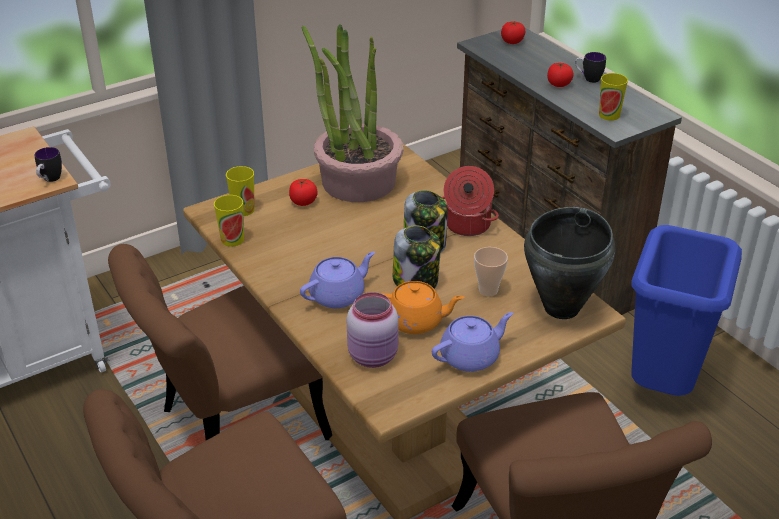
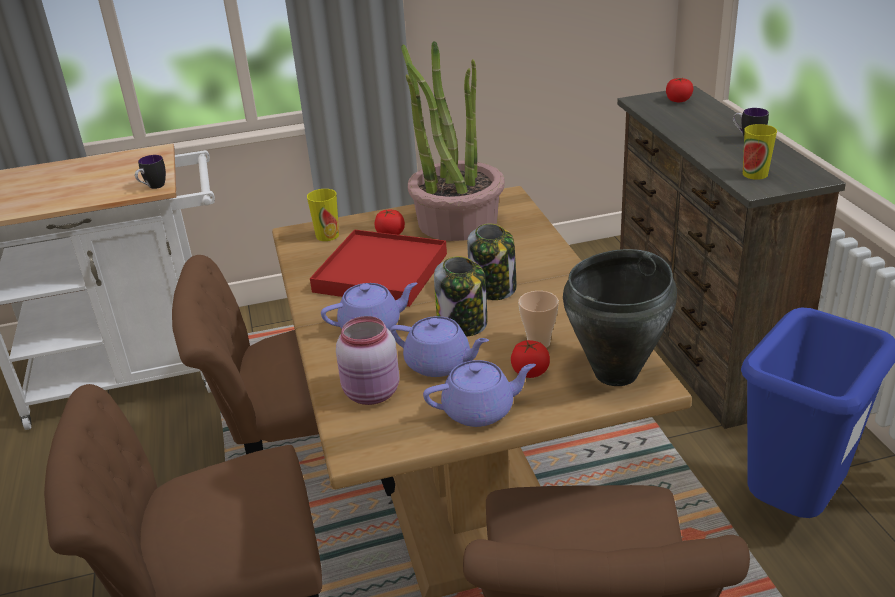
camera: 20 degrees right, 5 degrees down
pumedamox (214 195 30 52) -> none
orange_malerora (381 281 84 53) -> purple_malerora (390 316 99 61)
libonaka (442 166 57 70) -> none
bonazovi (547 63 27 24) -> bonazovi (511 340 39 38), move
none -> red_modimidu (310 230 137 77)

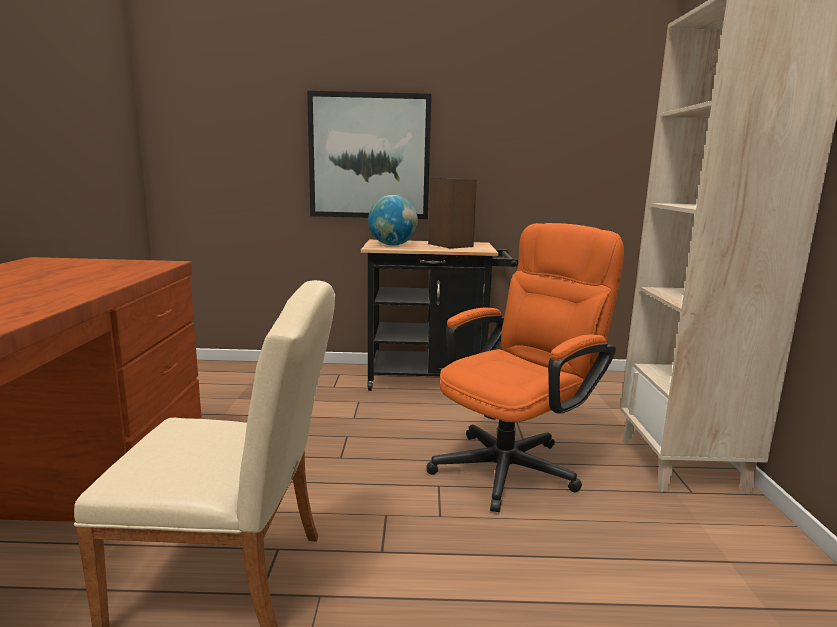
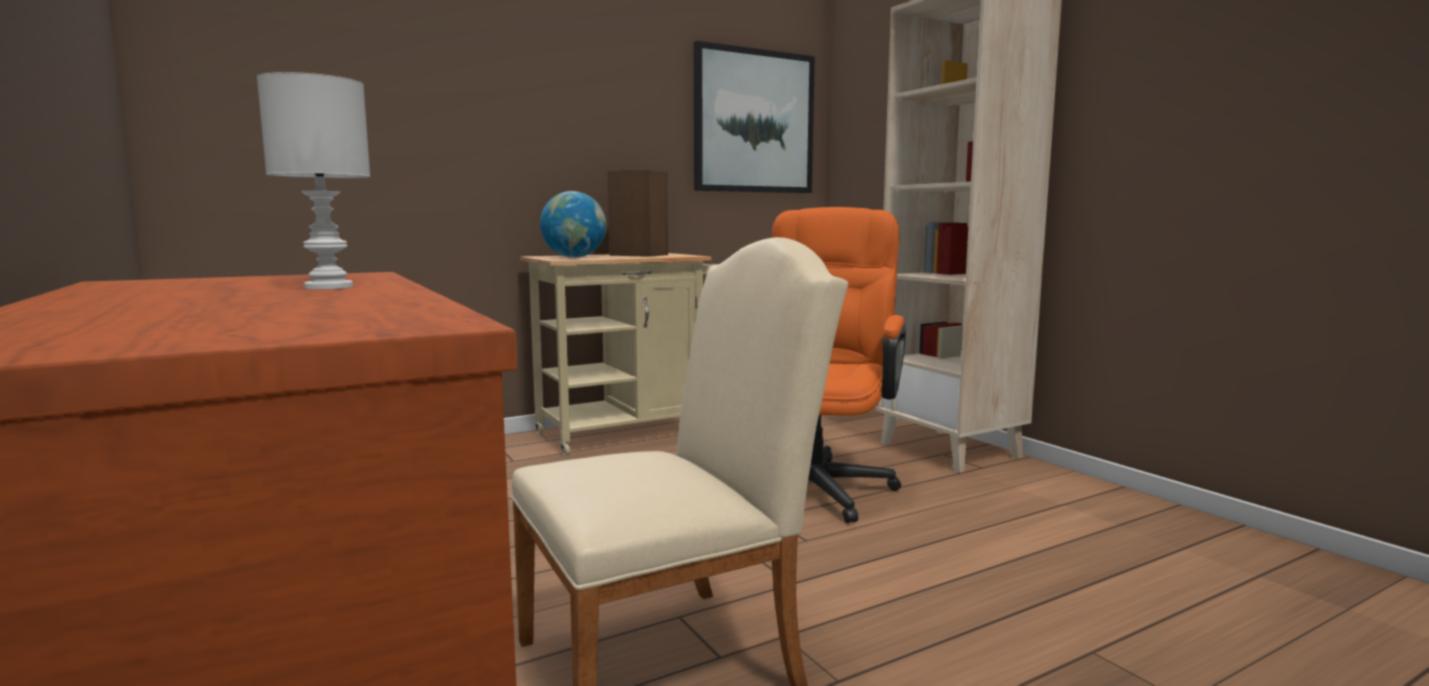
camera: 30 degrees left, 5 degrees down
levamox (307 91 124 128) -> levamox (694 41 121 152), move
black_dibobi (361 240 157 151) -> beige_dibobi (520 253 199 203)
none -> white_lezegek (257 72 113 217)

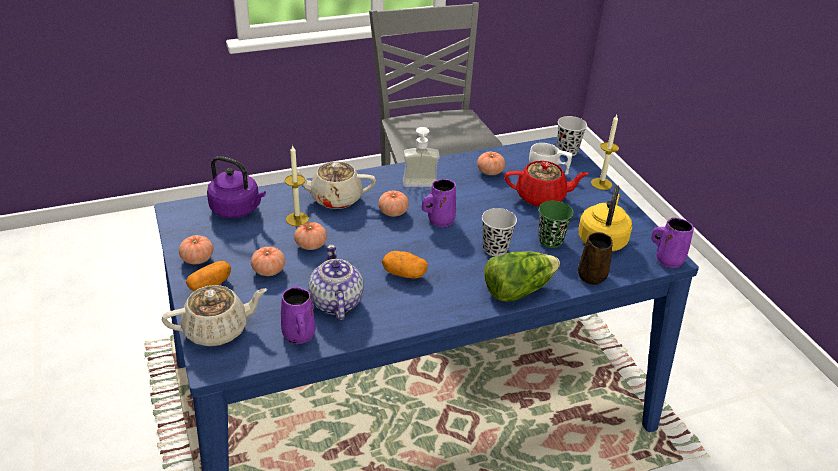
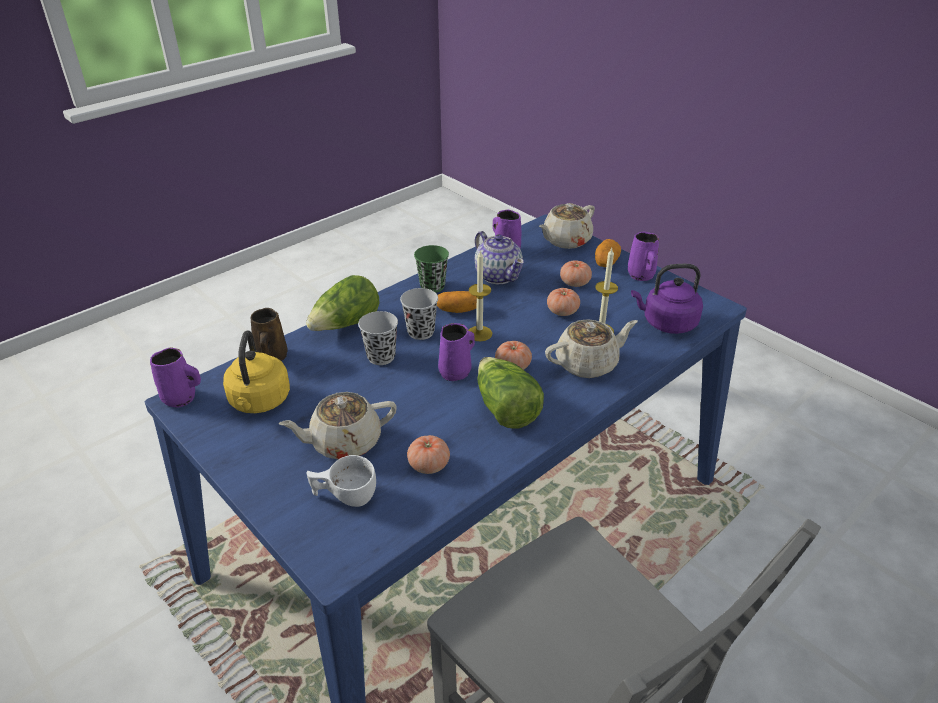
camera: 160 degrees right, 0 degrees up
bonazovi (179 235 34 29) -> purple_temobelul (628 232 31 49)
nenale (403 127 37 60) -> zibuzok (478 357 66 71)
red_malerora (504 161 85 46) -> beige_malerora (279 392 118 67)
green_pumedamox (539 201 35 47) -> green_pumedamox (414 245 35 48), move
black_pumedamox (557 116 30 40) -> black_pumedamox (400 288 38 52), move
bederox (591 115 28 75) -> bederox (468 250 24 91), move

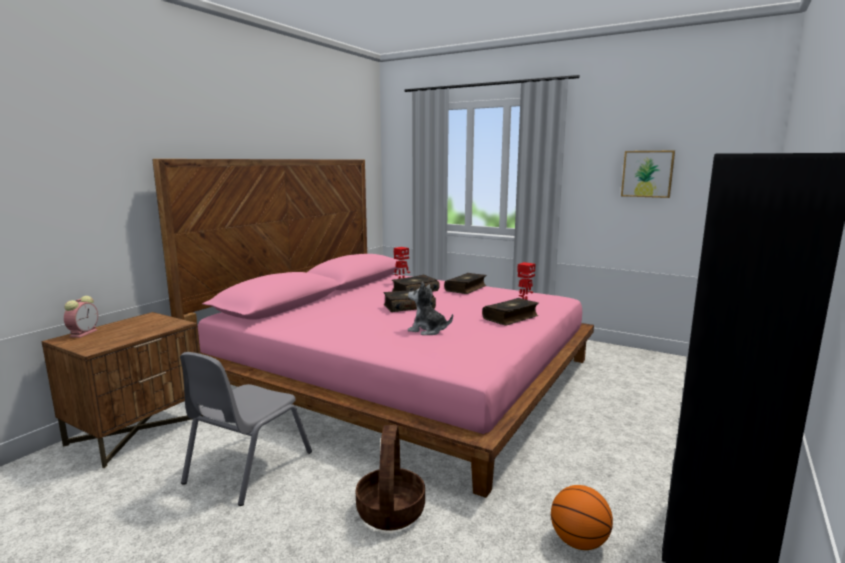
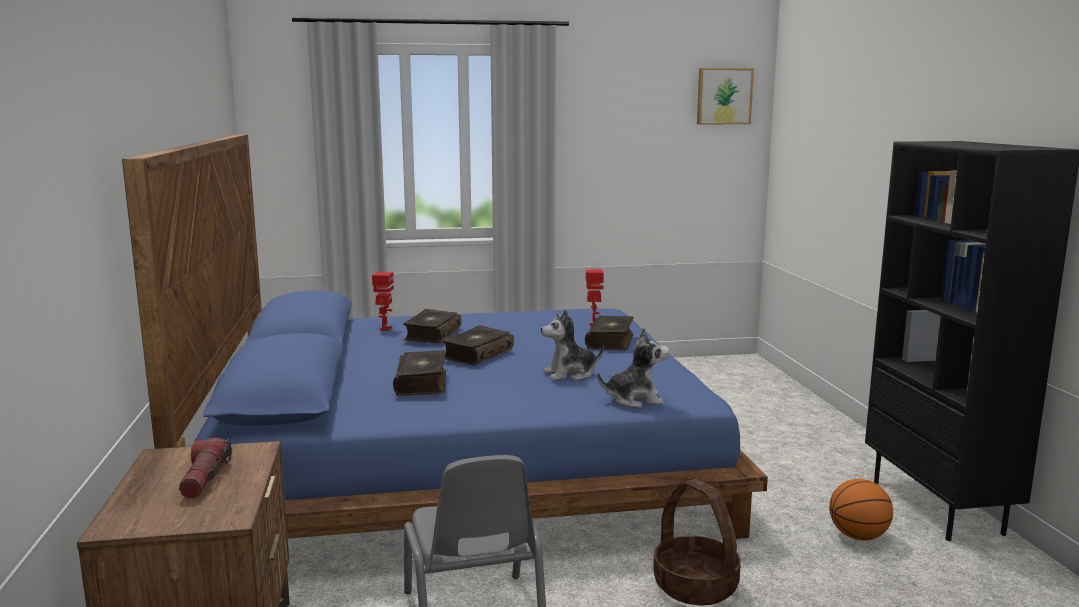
camera: 40 degrees left, 0 degrees up
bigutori (64 296 34 42) -> none
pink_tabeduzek (152 159 442 339) -> blue_tabeduzek (122 134 646 405)
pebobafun (444 273 42 21) -> pebobafun (393 350 53 46), move
levamox (621 151 54 47) -> levamox (697 68 57 56), move
none -> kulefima (179 438 53 61)
none -> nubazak (597 328 73 80)

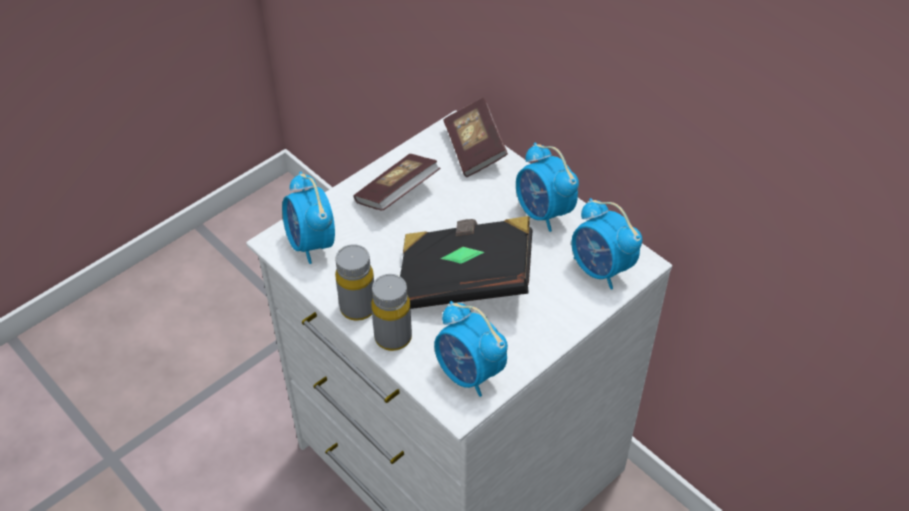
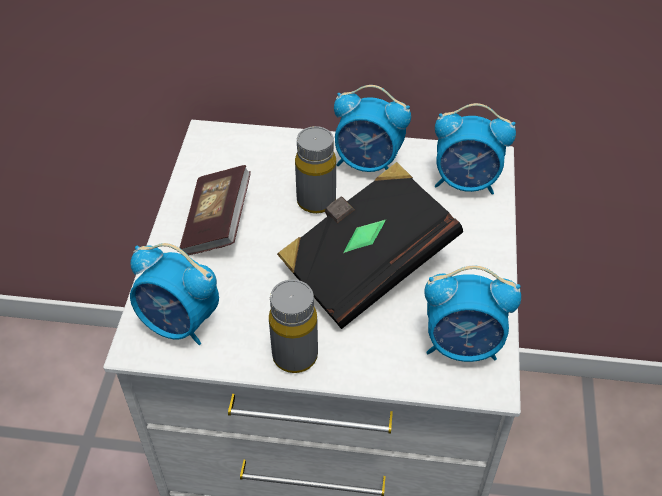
camera: 40 degrees left, 0 degrees up
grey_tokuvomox (371 274 41 77) -> grey_tokuvomox (295 126 41 88), move
pebobafun (443 97 65 80) -> none

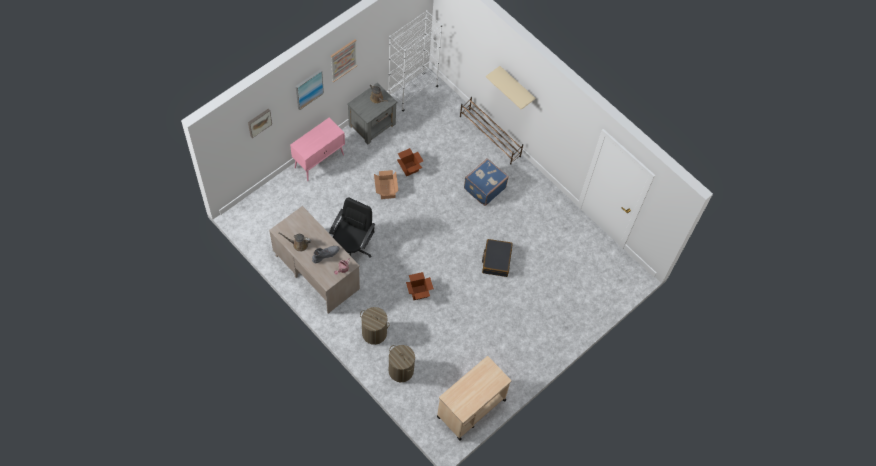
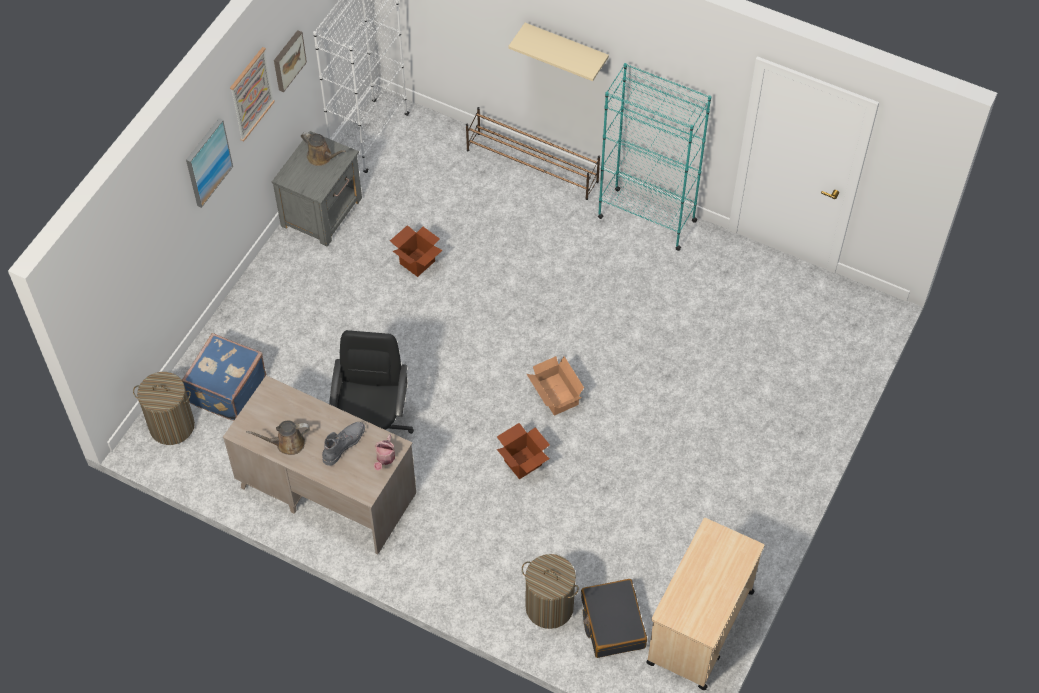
camera: 15 degrees left, 5 degrees down
levamox (248 109 24 29) -> levamox (274 30 33 62), move
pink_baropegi (290 117 55 64) -> none
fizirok (360 307 30 38) -> fizirok (133 372 62 73), move
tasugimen (374 170 24 29) -> tasugimen (527 356 57 60), move
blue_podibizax (464 158 45 48) -> blue_podibizax (182 333 84 88), move
black_podibizax (482 239 31 38) -> black_podibizax (581 579 66 79), move
none -> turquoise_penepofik (598 63 113 188)

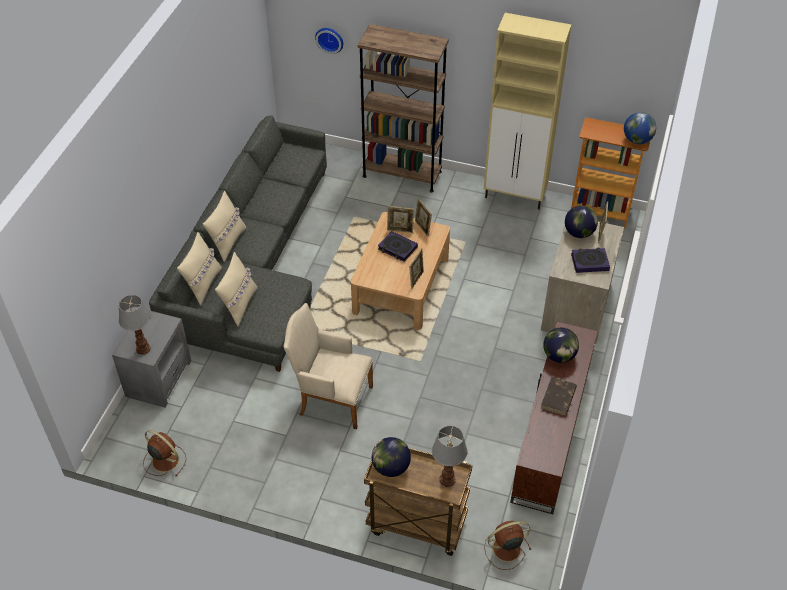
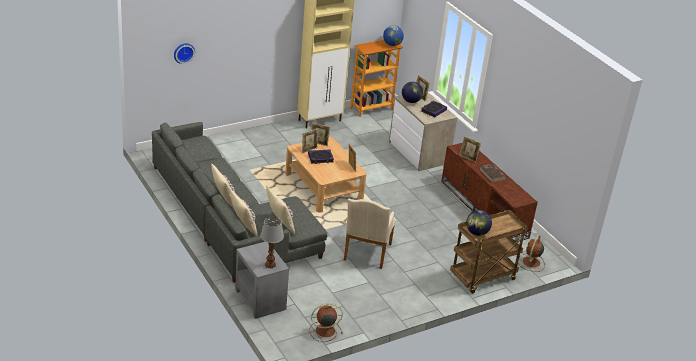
camera: 50 degrees left, 15 degrees down
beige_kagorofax (284 303 89 126) -> beige_kagorofax (344 199 52 70), 45 degrees counterclockwise
brown_penepofik (358 24 91 169) -> none
lezegek (432 426 35 61) -> none
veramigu (543 328 36 35) -> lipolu (460 136 21 26)

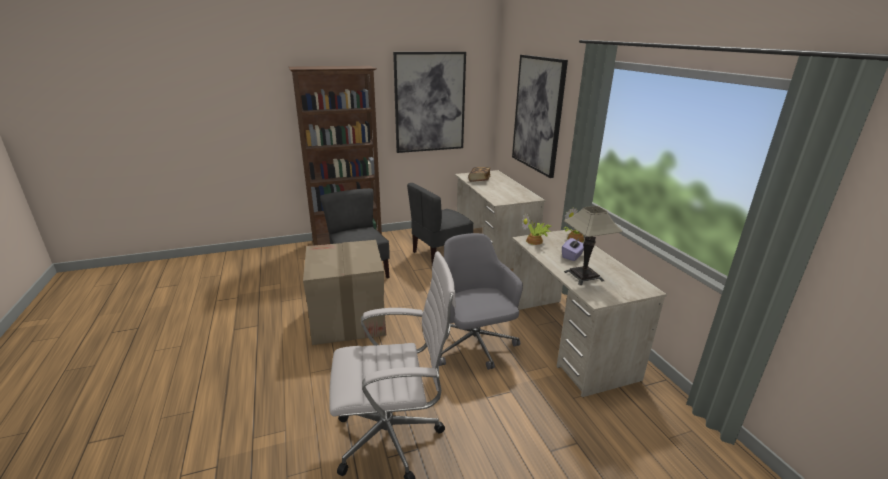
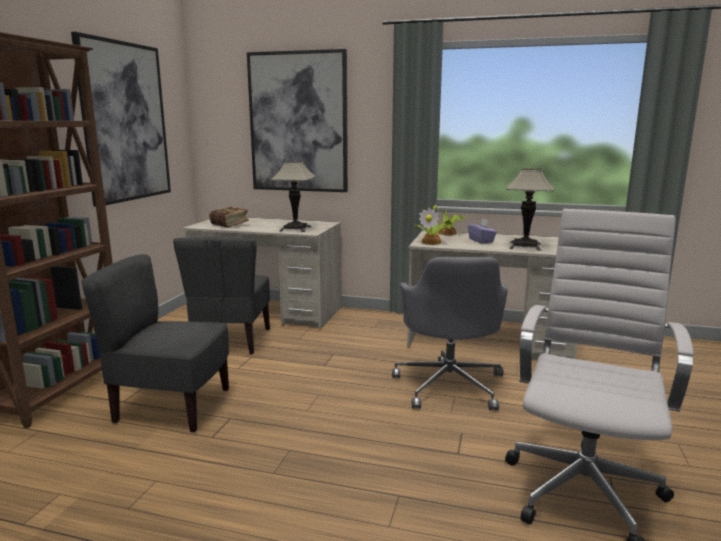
camera: 55 degrees left, 10 degrees down
tasugimen (303 240 84 105) -> none
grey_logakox (439 233 84 137) -> grey_logakox (392 257 116 153), 105 degrees counterclockwise
none -> lezegek (270 162 47 70)

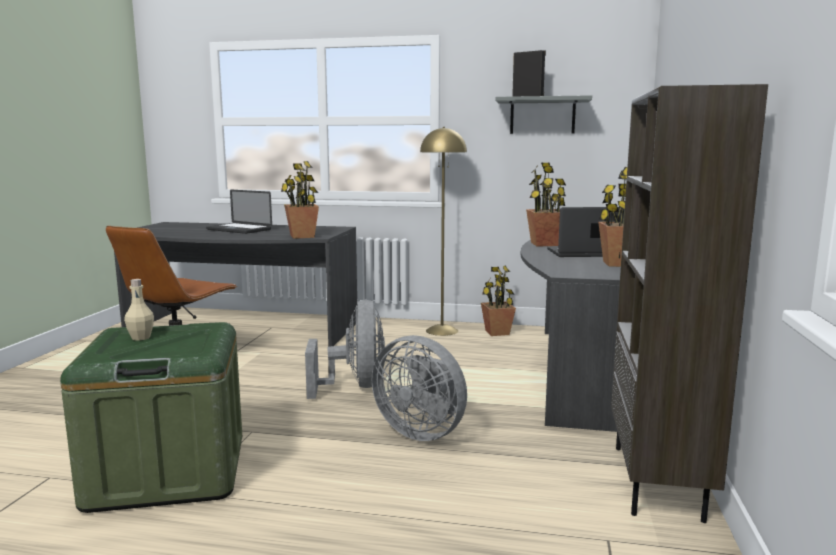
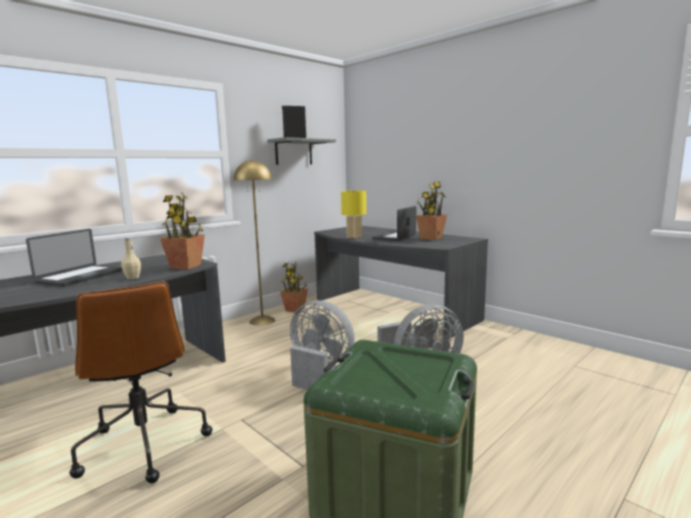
camera: 55 degrees left, 0 degrees up
beige_tokuvomox (124 279 30 62) -> beige_tokuvomox (121 237 20 42), move
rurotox (206 190 66 44) -> rurotox (26 229 96 57), 45 degrees counterclockwise
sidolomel (526 163 40 83) -> yellow_lezegek (341 190 25 49)
brown_penepofik (611 84 157 439) -> none

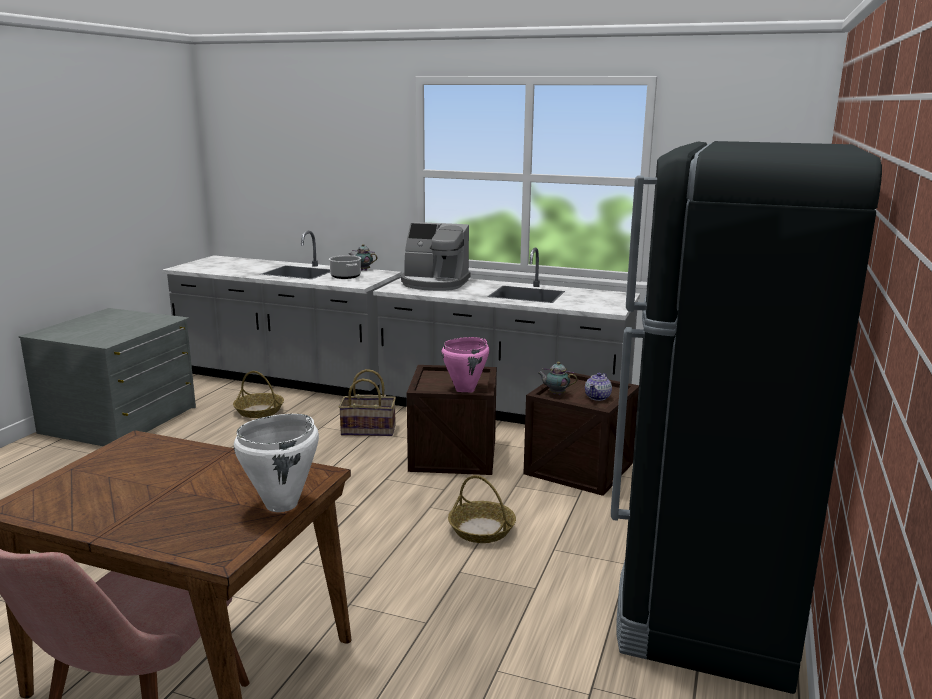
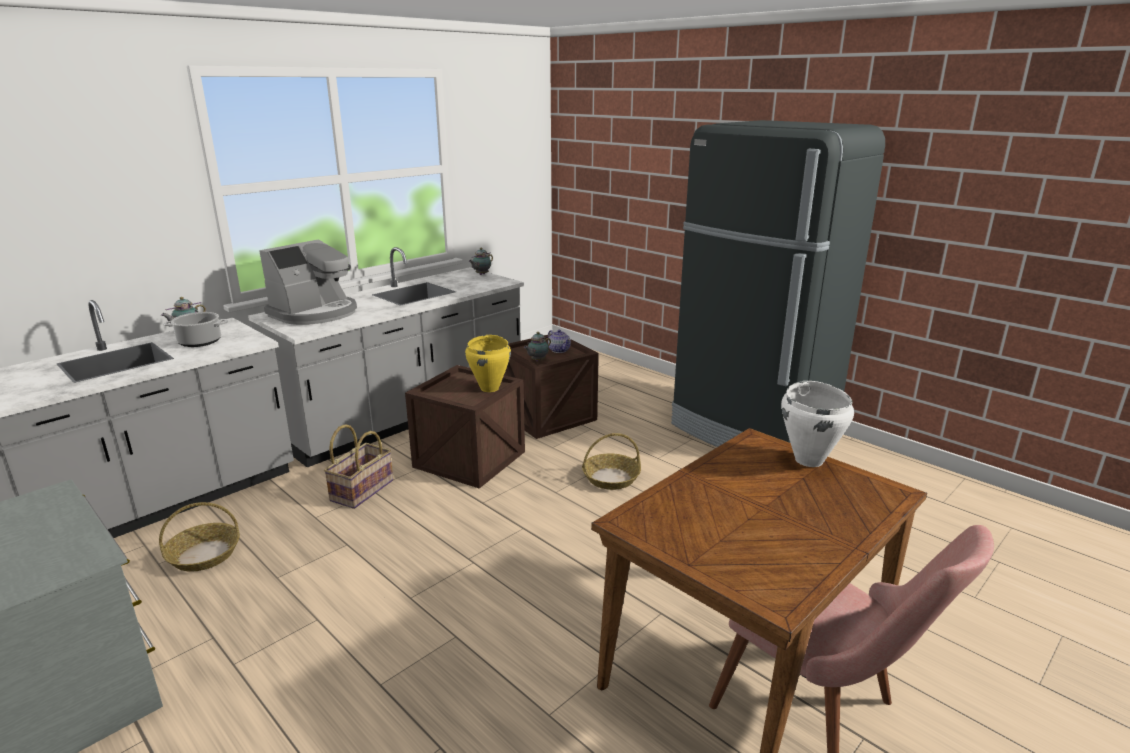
camera: 65 degrees left, 5 degrees up
pink_libonaka (441 337 48 55) -> yellow_libonaka (465 335 46 57)
none -> malerora (469 248 24 27)

